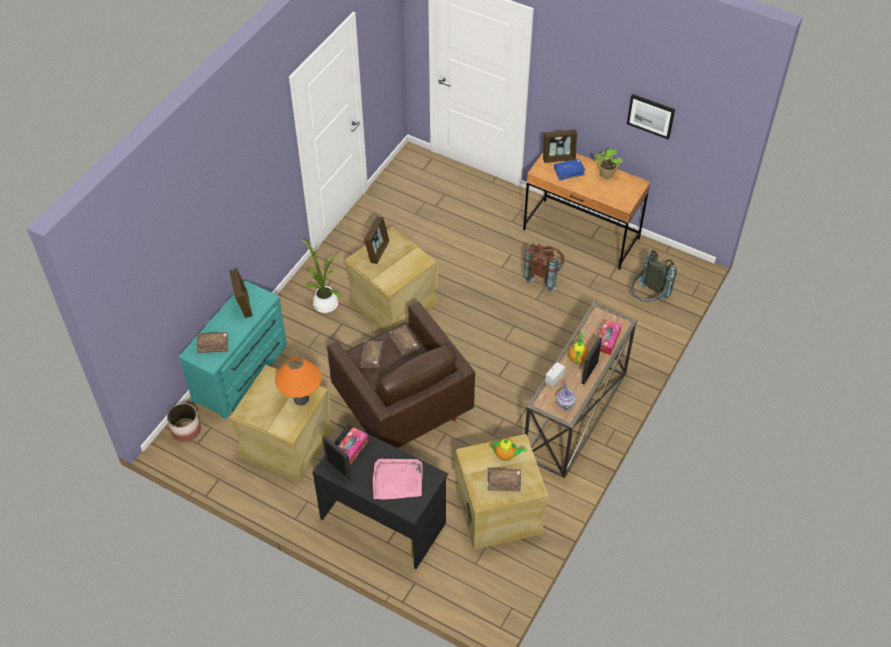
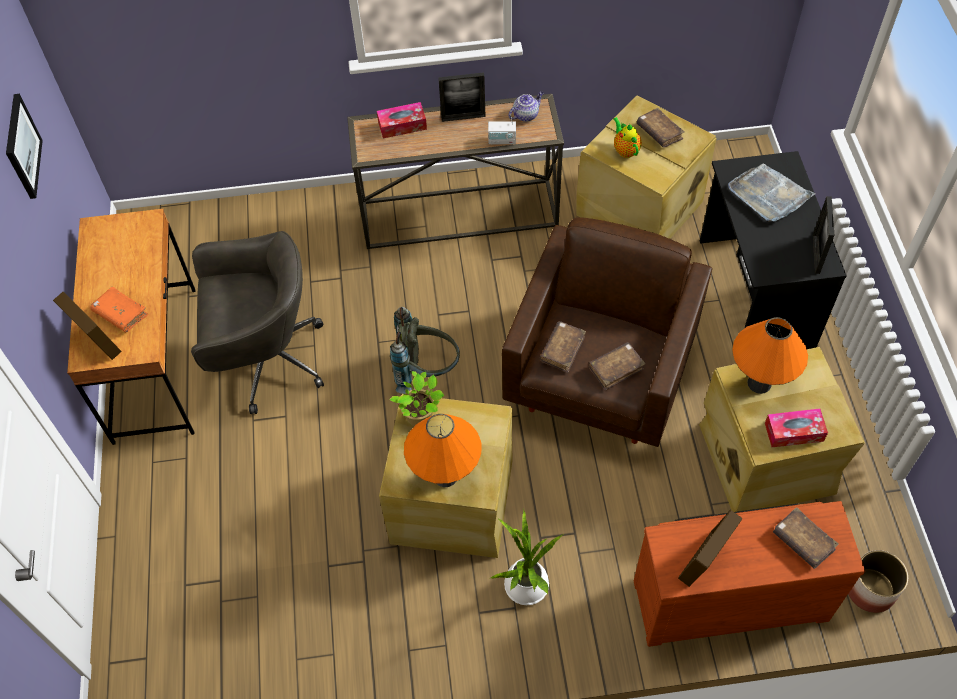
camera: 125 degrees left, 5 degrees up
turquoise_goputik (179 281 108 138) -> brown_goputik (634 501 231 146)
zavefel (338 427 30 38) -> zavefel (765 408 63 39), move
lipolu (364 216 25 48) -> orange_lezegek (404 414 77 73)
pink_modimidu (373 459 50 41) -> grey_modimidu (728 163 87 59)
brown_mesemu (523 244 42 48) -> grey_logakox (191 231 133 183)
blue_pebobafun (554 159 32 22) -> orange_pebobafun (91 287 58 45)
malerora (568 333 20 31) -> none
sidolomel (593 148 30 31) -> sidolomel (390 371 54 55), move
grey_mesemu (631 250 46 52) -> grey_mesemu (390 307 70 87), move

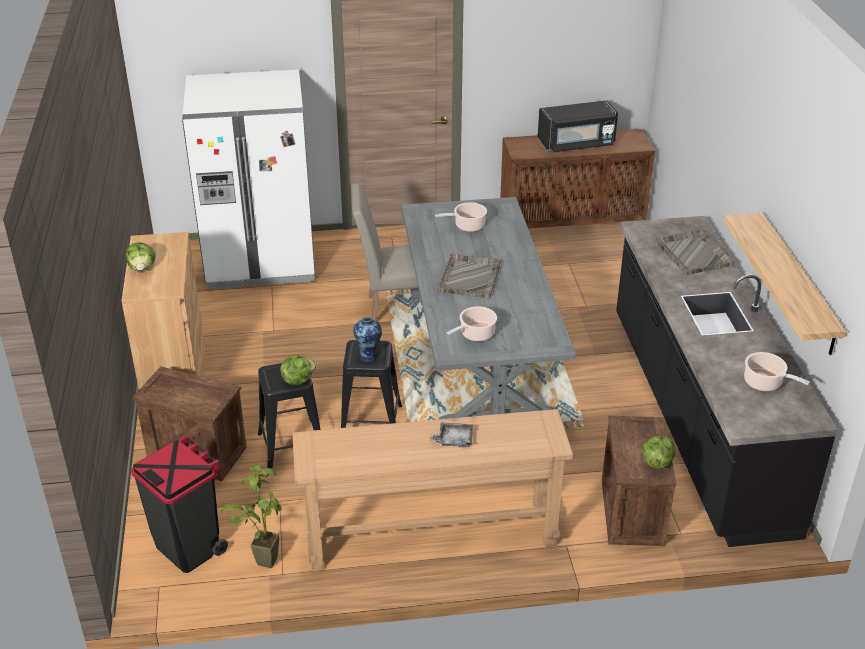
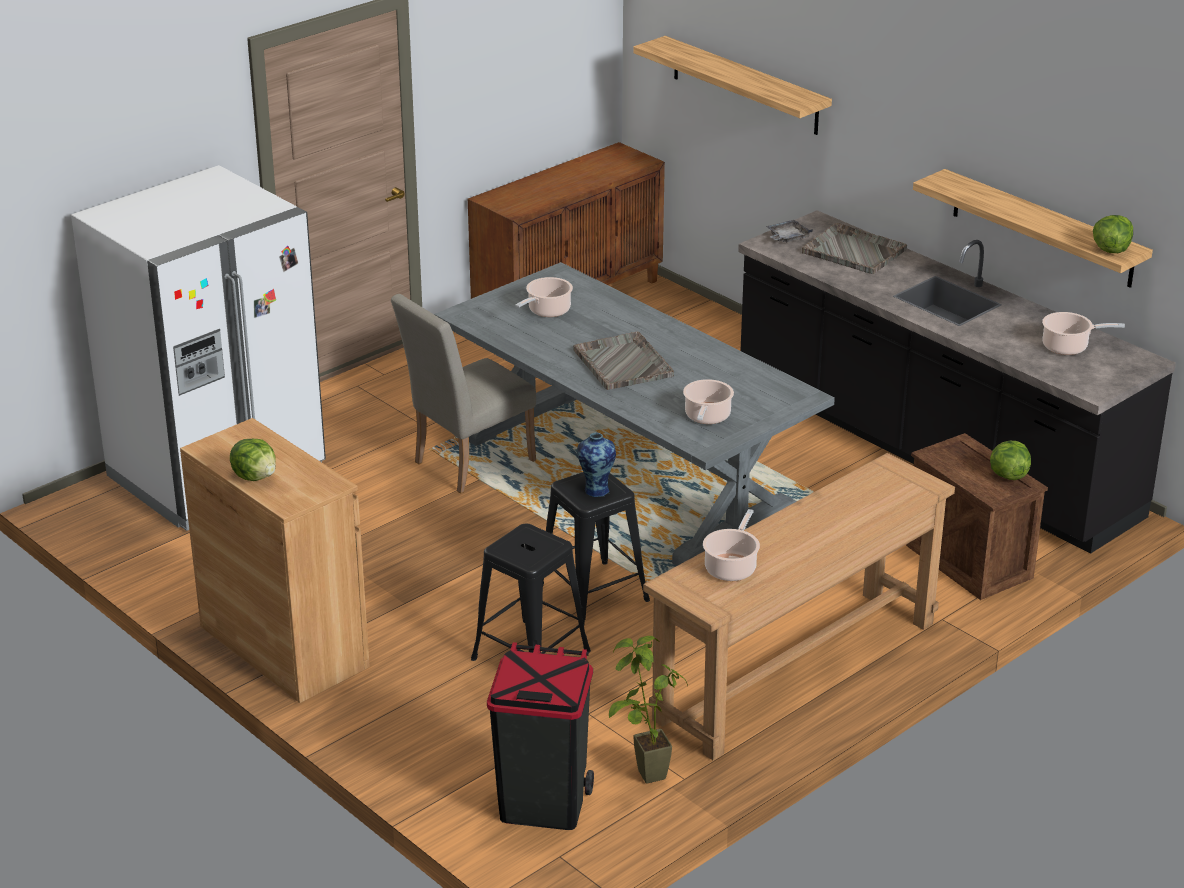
camera: 35 degrees left, 5 degrees down
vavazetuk (132 366 115 115) -> none
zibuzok (280 355 36 30) -> zibuzok (1093 215 40 38), move
grey_modimidu (430 422 43 26) -> grey_modimidu (766 220 47 22), move
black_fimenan (538 100 80 52) -> none
none -> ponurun (634 36 198 99)
none -> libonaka (703 509 57 72)

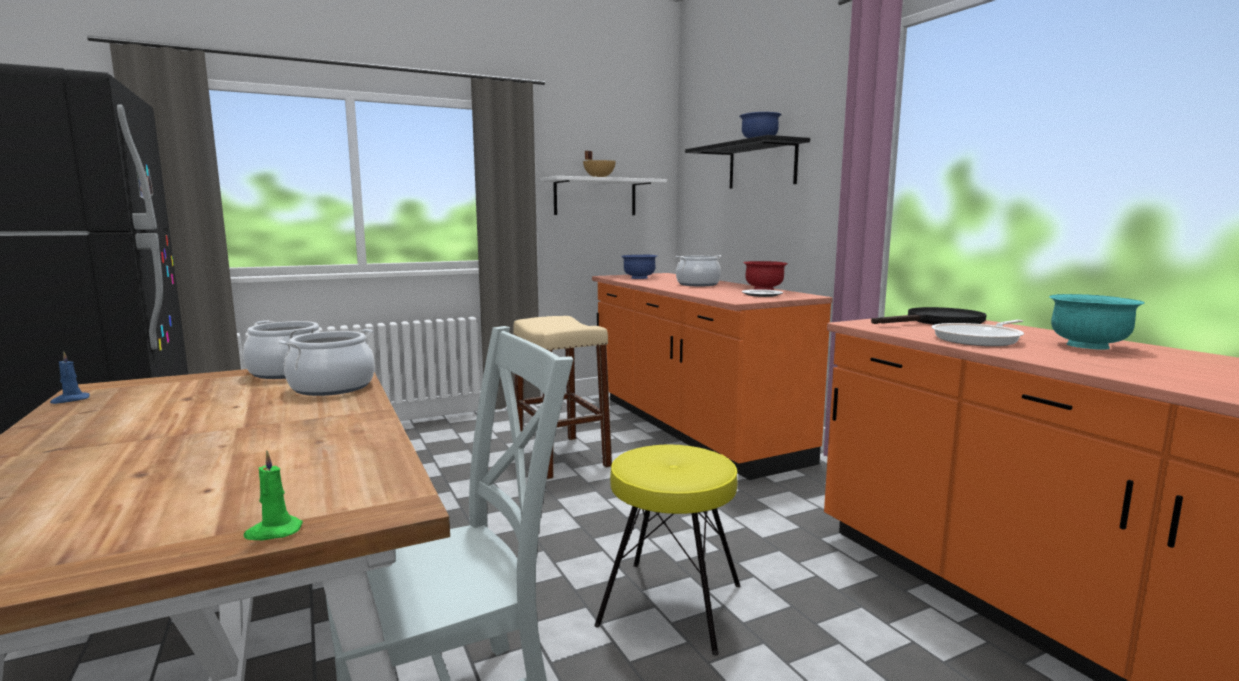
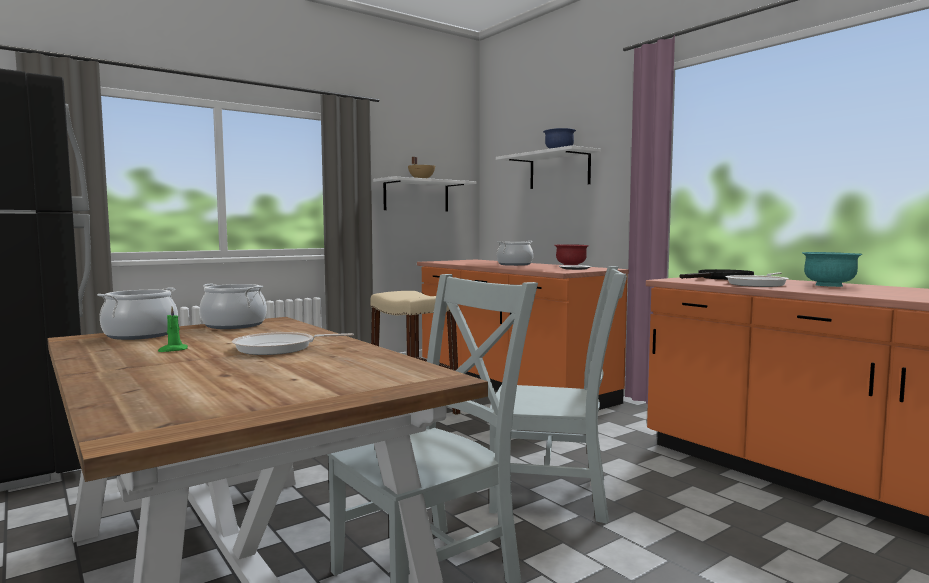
camera: 10 degrees left, 5 degrees down
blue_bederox (50 352 40 52) -> none
green_bederox (244 451 59 89) -> green_bederox (158 307 30 45), move
libonaka (279 329 96 67) -> libonaka (97 288 81 52), move
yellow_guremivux (594 445 146 211) -> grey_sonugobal (489 266 138 258)
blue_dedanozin (621 255 36 24) -> none
black_ponurun (685 135 125 54) -> white_ponurun (496 145 105 44)
none -> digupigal (232 332 122 23)

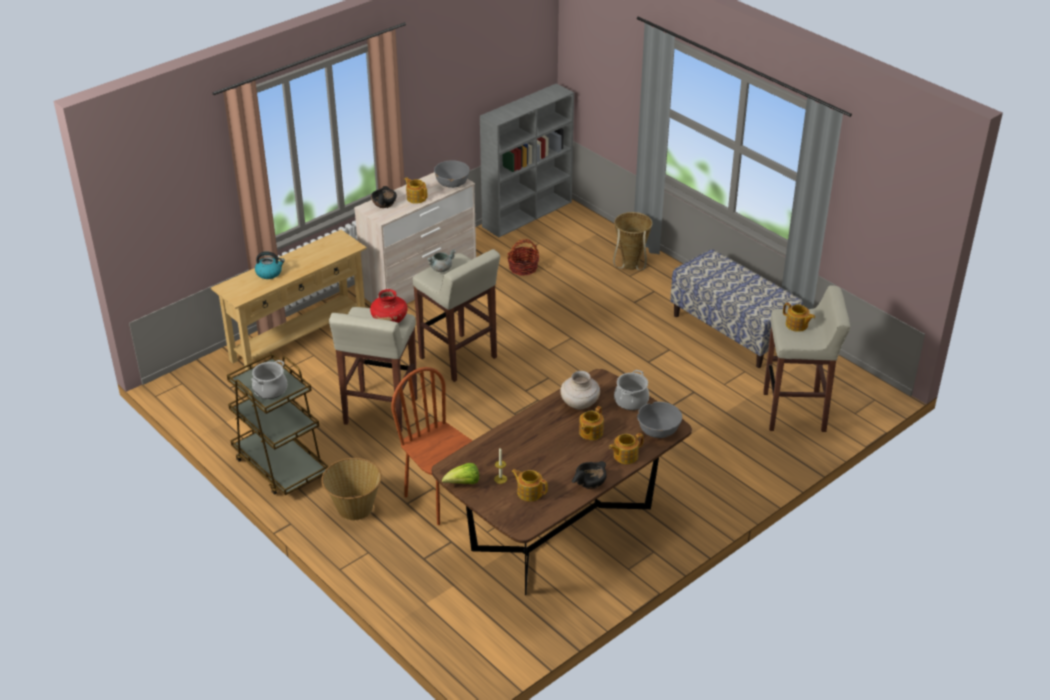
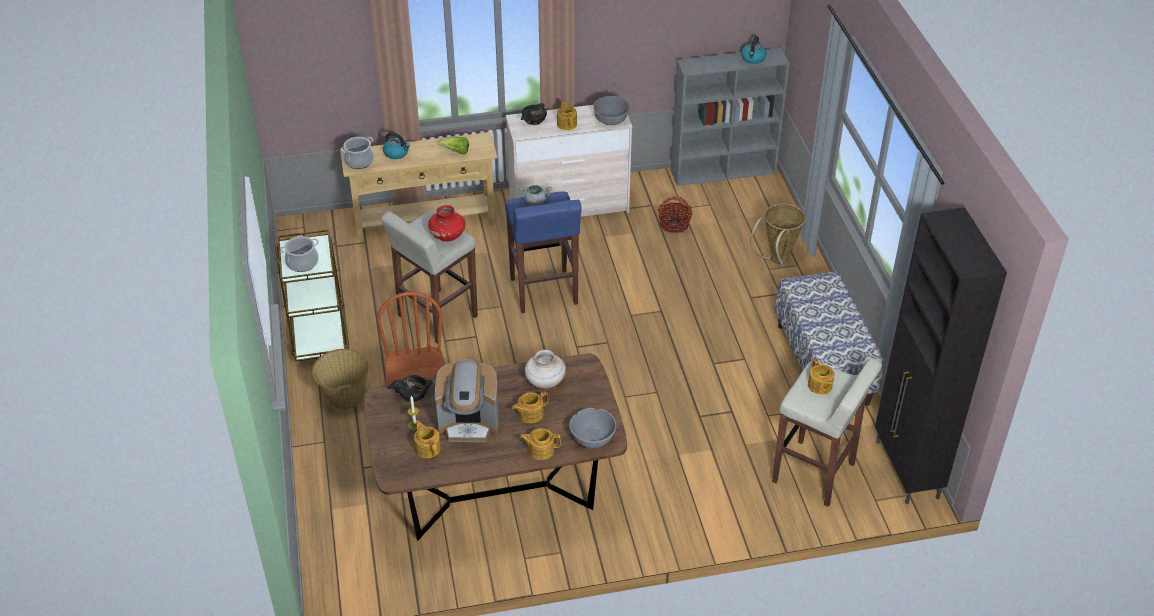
camera: 30 degrees right, 5 degrees up
beige_guremivux (412 249 88 133) -> blue_guremivux (505 192 77 121)
zibuzok (442 463 37 21) -> zibuzok (439 137 30 17), move
black_dedanozin (572 461 35 28) -> black_dedanozin (388 375 44 27), move
libonaka (614 370 35 40) -> libonaka (341 137 33 32), move
none -> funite (435 359 64 83)
none -> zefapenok (741 36 26 28)
none -> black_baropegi (875 207 132 297)

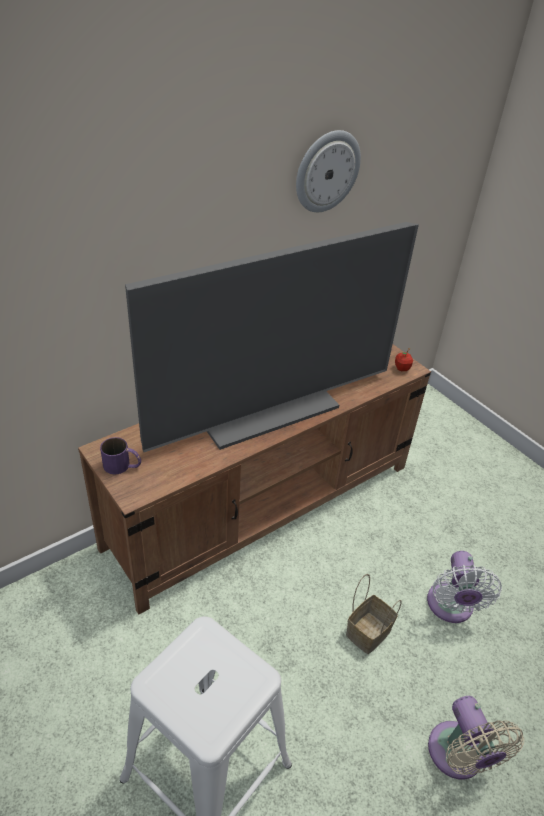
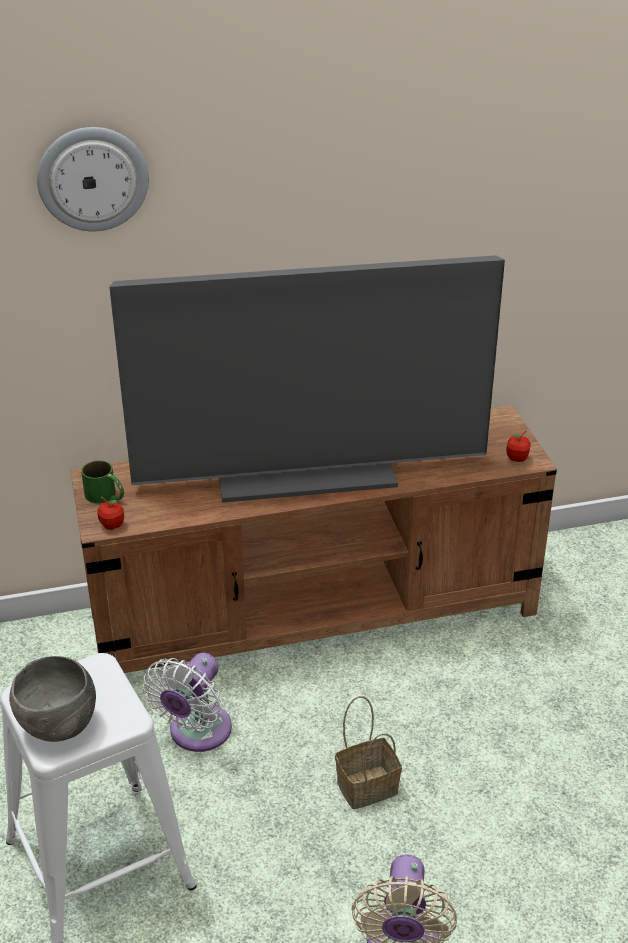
camera: 25 degrees right, 5 degrees down
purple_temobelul (100 437 41 37) -> green_temobelul (81 460 43 43)
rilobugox (296 130 65 82) -> rilobugox (37 127 112 104), move
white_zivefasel (427 551 75 72) -> white_zivefasel (143 653 89 99), move
none -> grey_dedanozin (9 656 87 86)
none -> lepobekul (97 497 27 33)

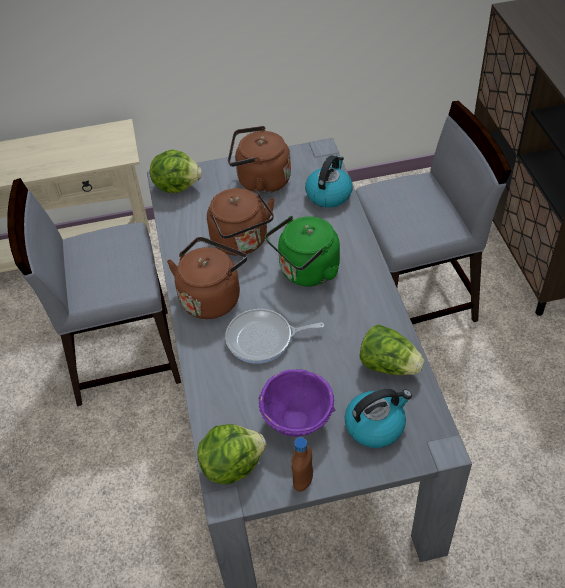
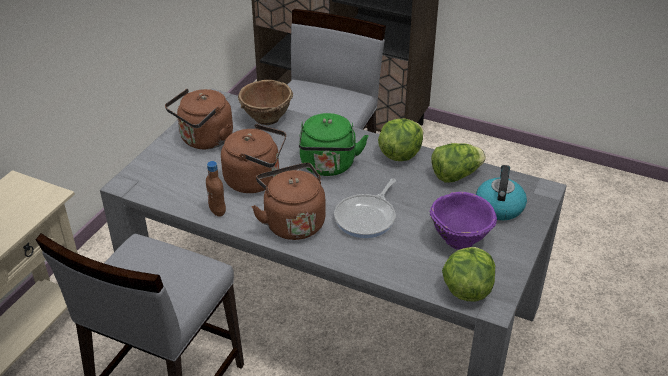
camera: 55 degrees left, 10 degrees down
zibuzok (150 149 52 44) -> zibuzok (378 118 45 43), move
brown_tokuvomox (291 437 22 55) -> brown_tokuvomox (206 161 20 55), move
zefapenok (305 155 48 53) -> brown_dedanozin (238 80 55 45)

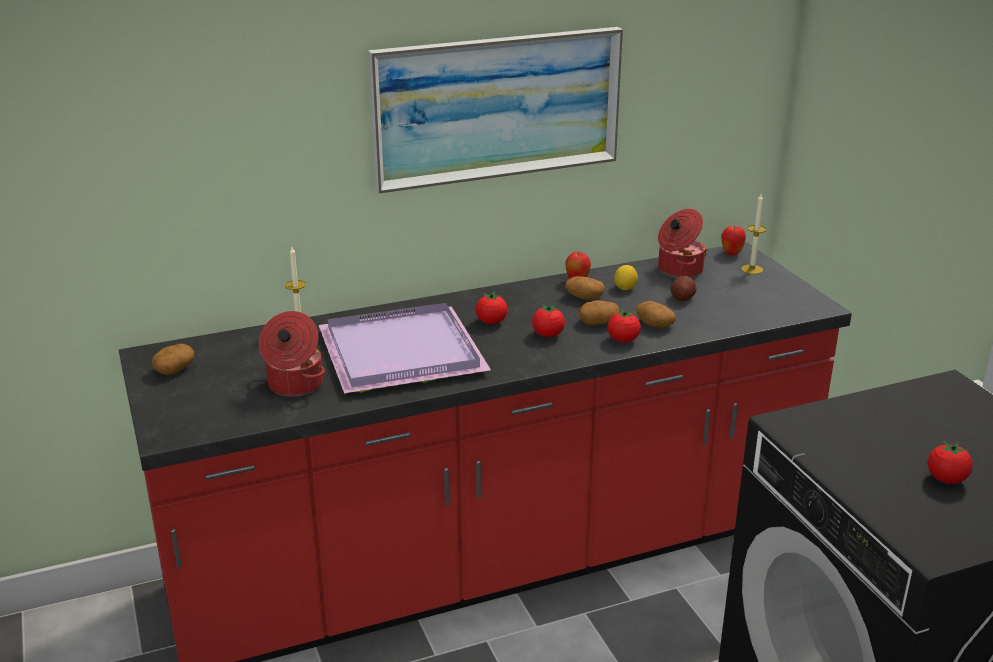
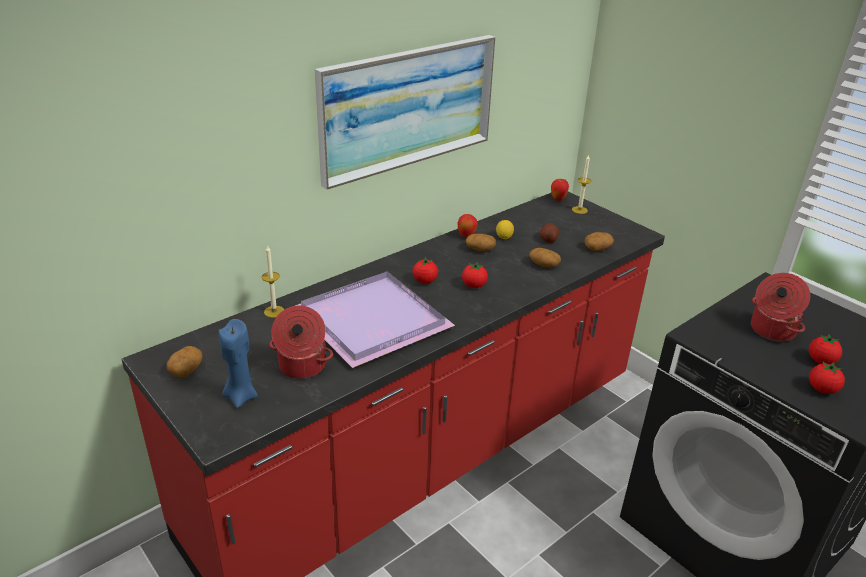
camera: 20 degrees left, 5 degrees up
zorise (579 300 41 25) -> zorise (585 232 29 19), move
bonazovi (607 308 34 34) -> bonazovi (809 361 36 33), move
libonaka (658 209 49 69) -> libonaka (751 273 59 69), move
none -> blue_bederox (219 319 39 89)

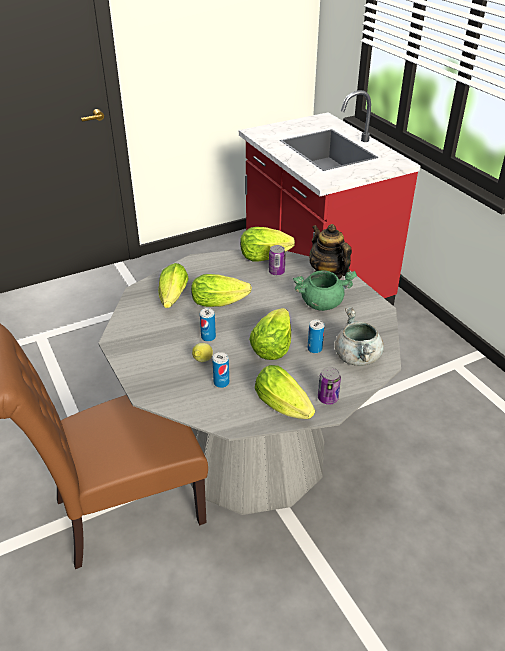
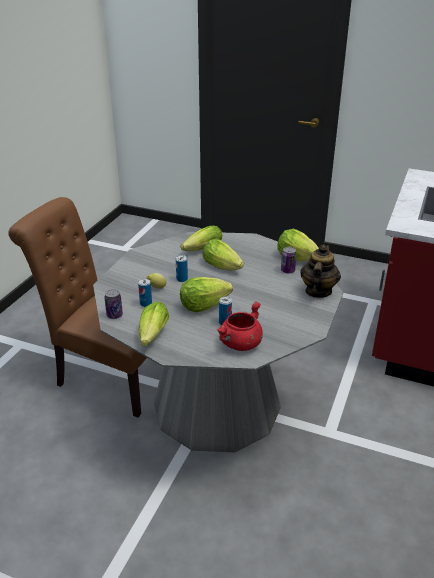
camera: 50 degrees right, 5 degrees down
green_libonaka (293 270 64 41) -> none
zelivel (318 367 23 38) -> zelivel (104 289 19 30), move
grey_libonaka (335 307 49 59) -> red_libonaka (217 301 46 50)

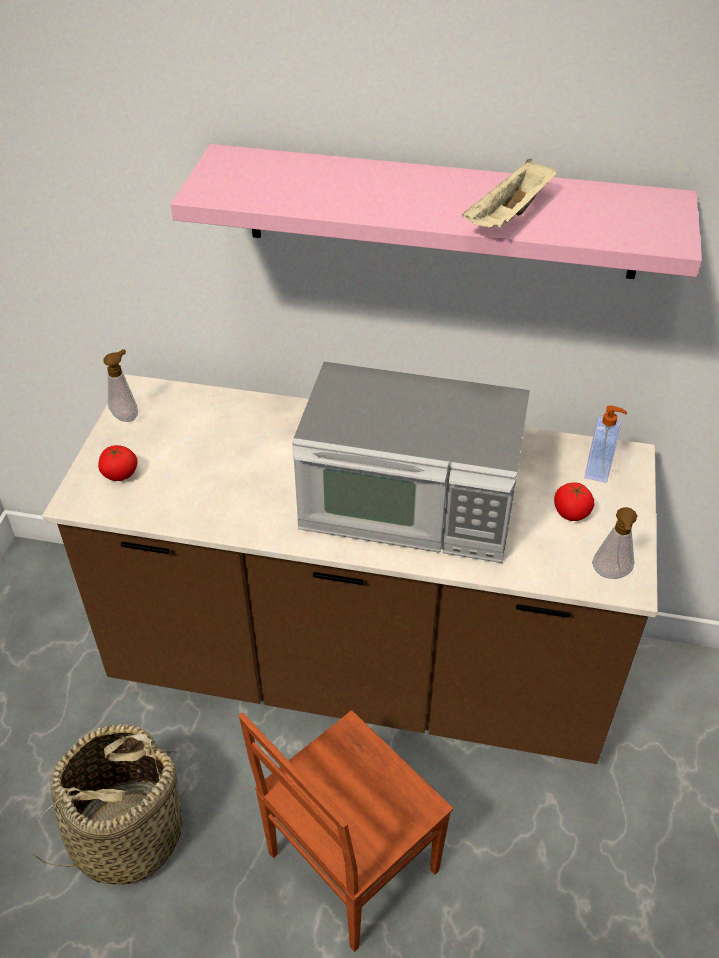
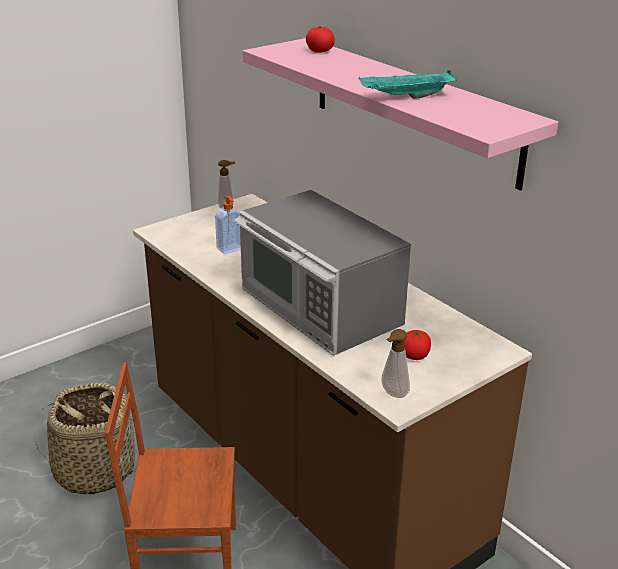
camera: 40 degrees right, 15 degrees down
bonazovi (98 445 40 36) -> bonazovi (306 26 29 27), move
beige_modimidu (462 159 95 69) -> turquoise_modimidu (359 70 98 29)
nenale (584 406 43 77) -> nenale (215 196 26 58), move

